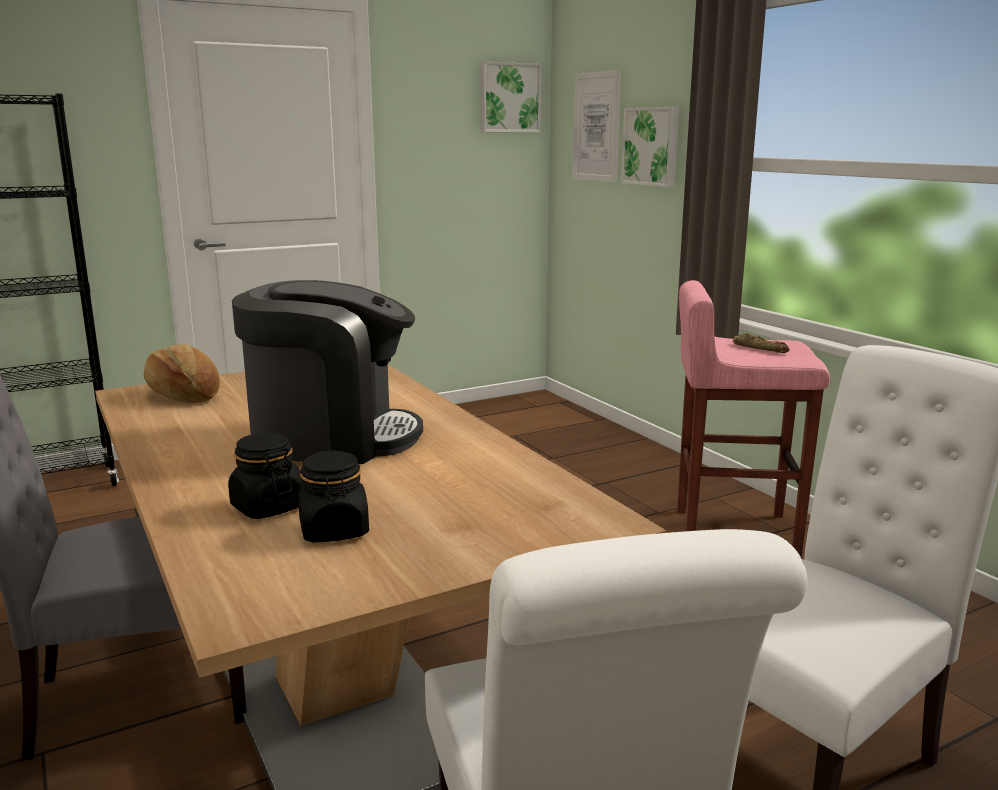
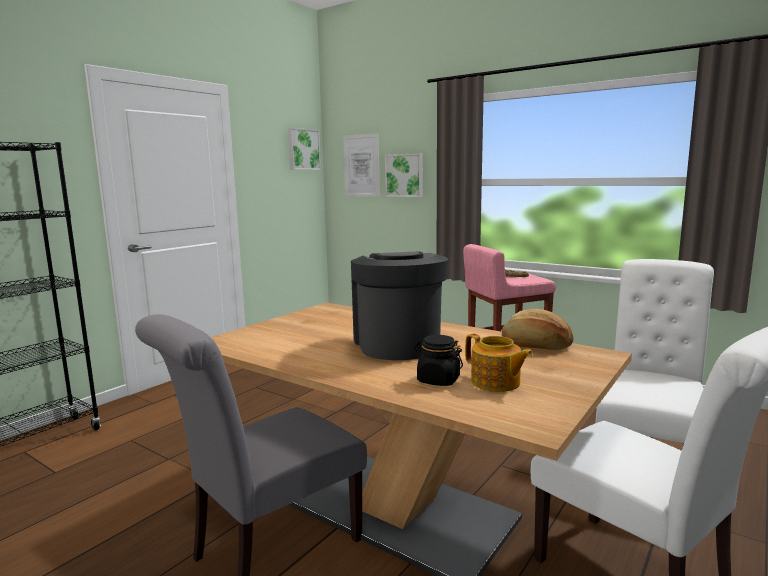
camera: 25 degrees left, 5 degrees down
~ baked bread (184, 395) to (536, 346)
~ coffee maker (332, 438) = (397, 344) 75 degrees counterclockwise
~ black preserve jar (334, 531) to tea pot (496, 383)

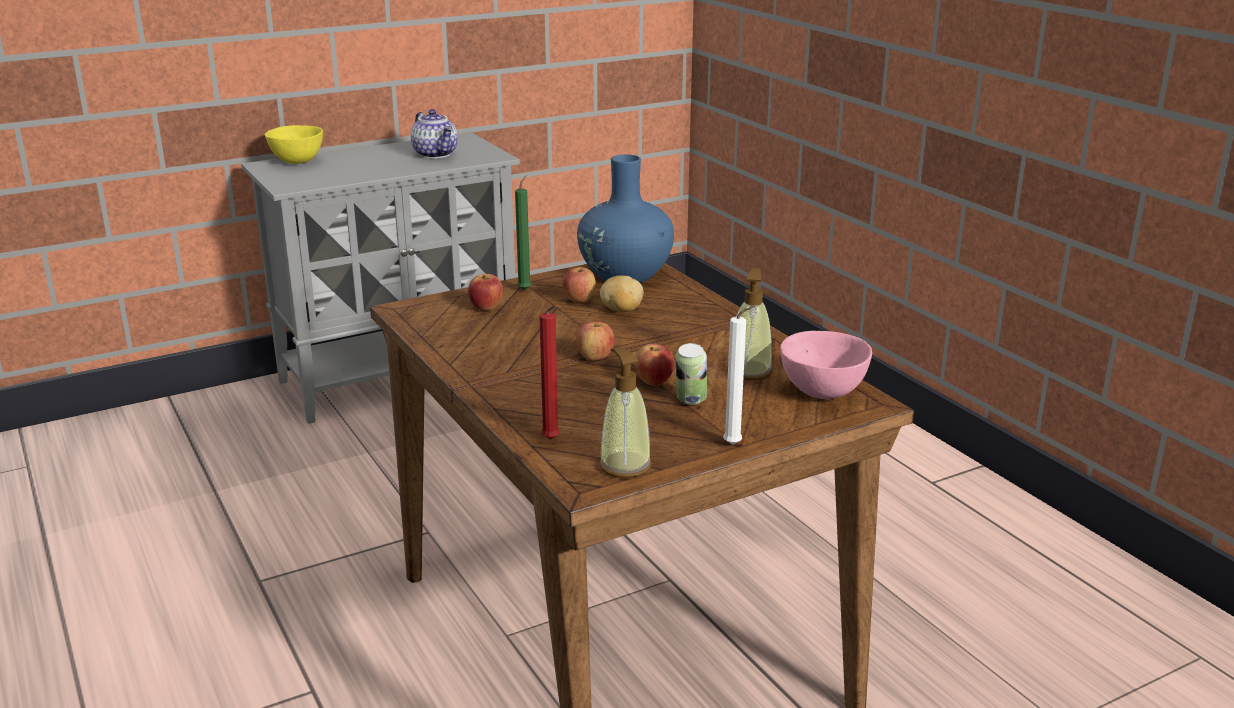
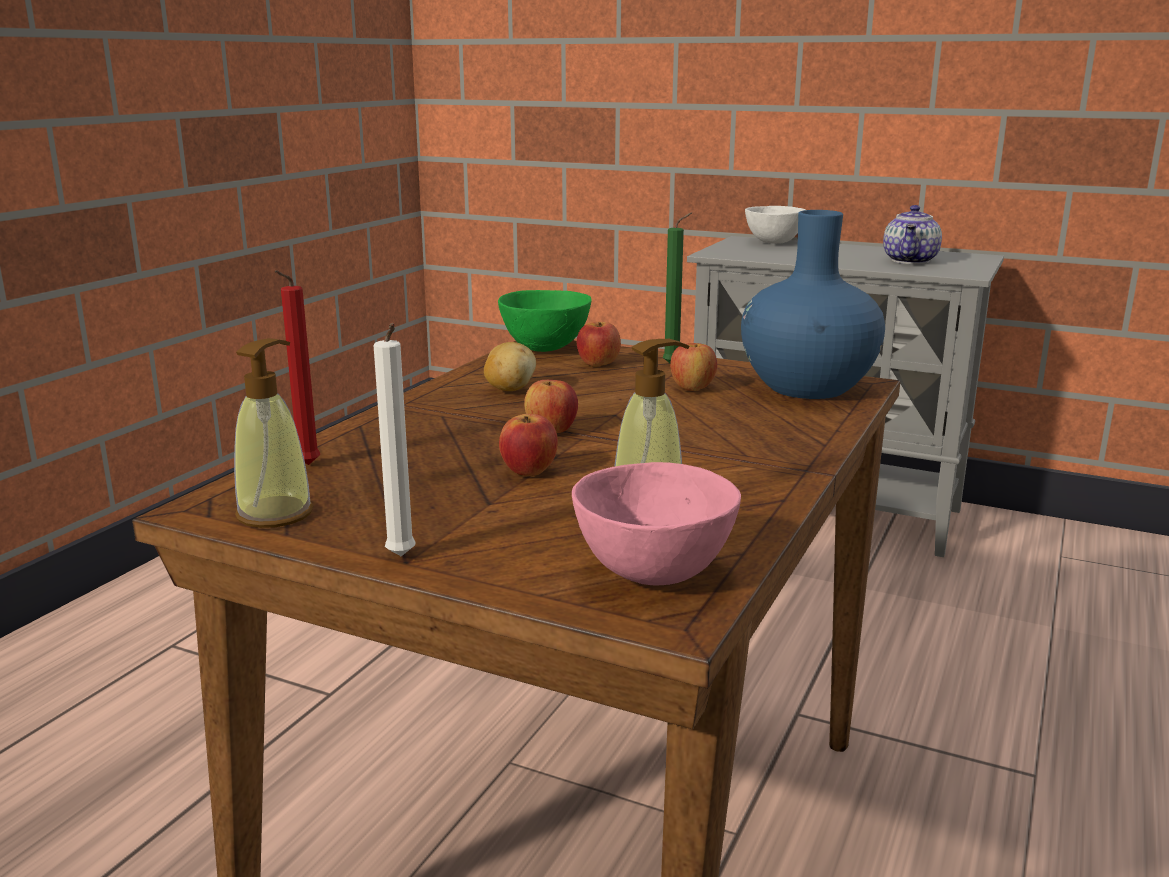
camera: 55 degrees right, 5 degrees down
~ yellowish serving bowl (296, 162) to whitish serving bowl (773, 242)
~ potato (621, 310) to (509, 389)
- metal can (690, 401)
+ greenish serving bowl (546, 348)

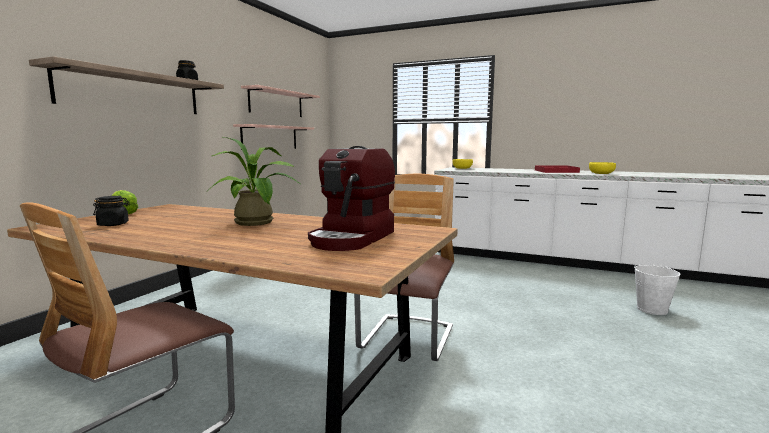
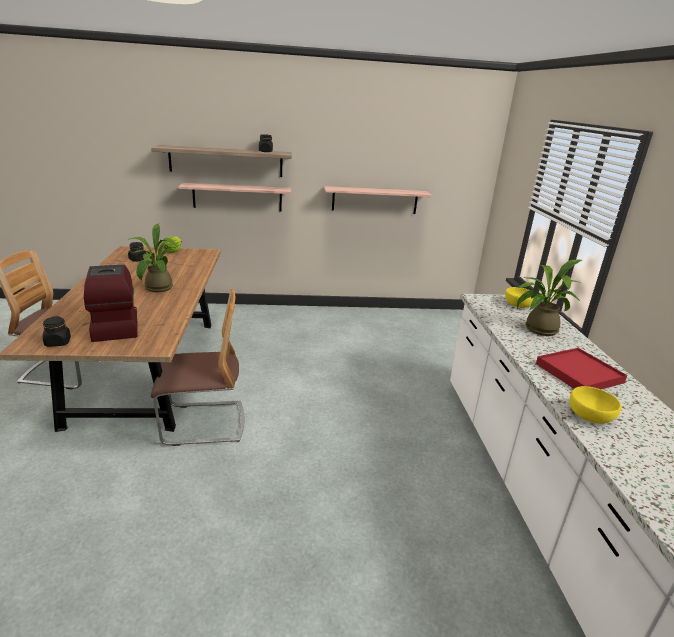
camera: 60 degrees right, 15 degrees up
~ wall shelf (276, 103) to (237, 197)
~ coffee maker (353, 238) = (114, 326) 75 degrees clockwise
- whitish water bucket (652, 309)
+ black preserve jar (58, 342)
+ potted plant (537, 329)

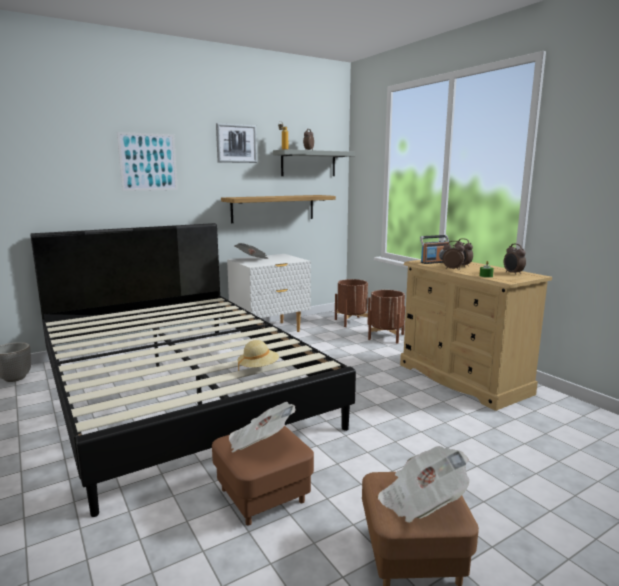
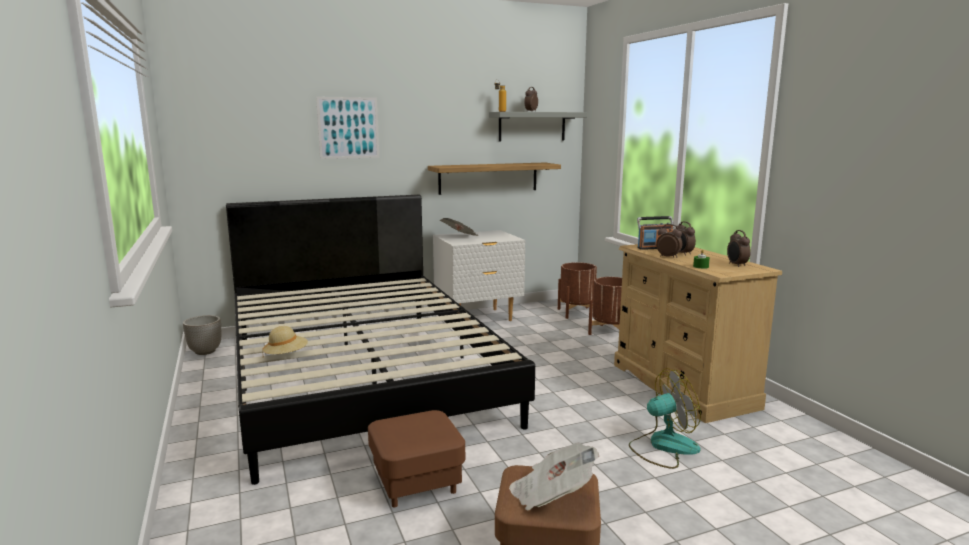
camera: 10 degrees right, 0 degrees up
- wall art (236, 143)
- newspaper (260, 442)
~ beige hat (258, 368) to (286, 355)
+ electric fan (663, 446)

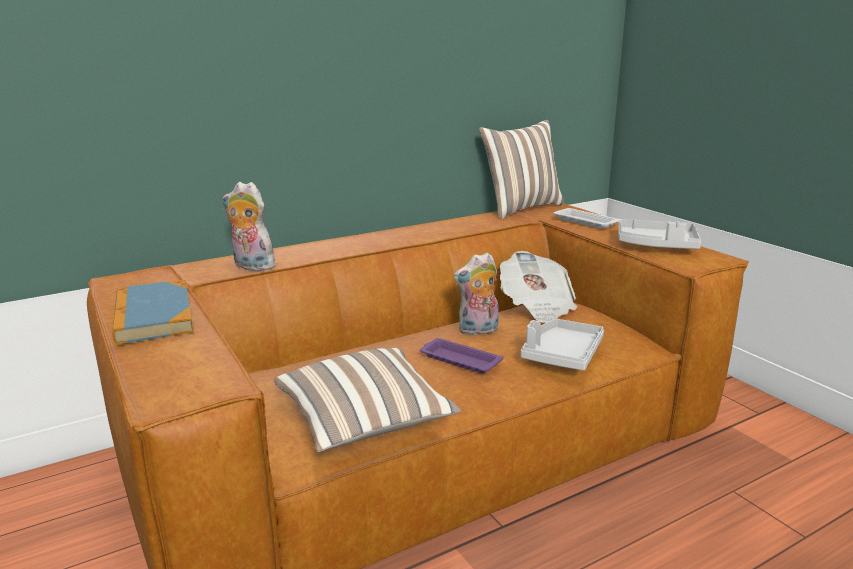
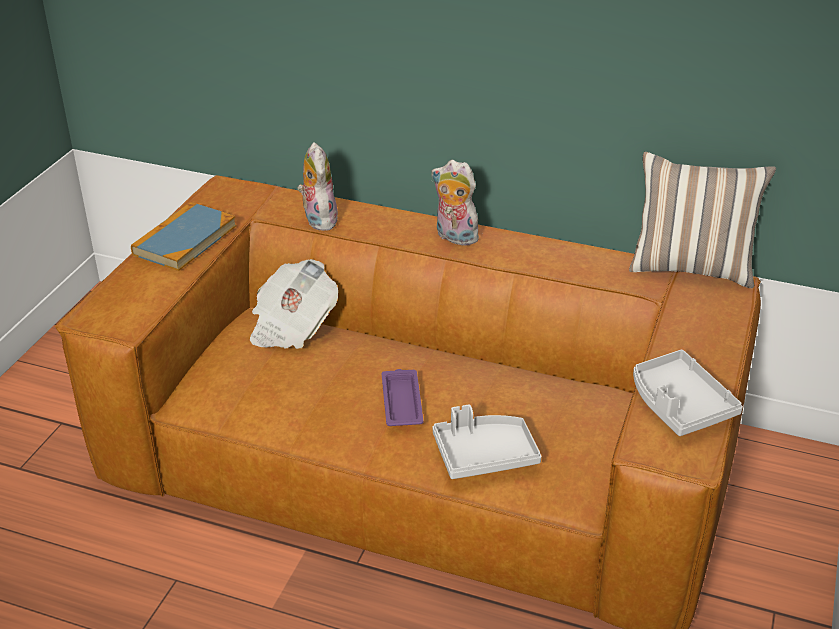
camera: 50 degrees right, 15 degrees up
- throw pillow (365, 421)
~ plush toy (478, 331) to (454, 237)
~ newspaper (536, 306) to (291, 326)
- whitish carrying tray (584, 222)

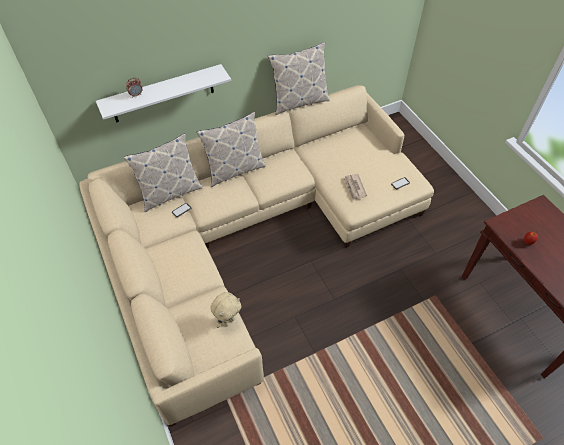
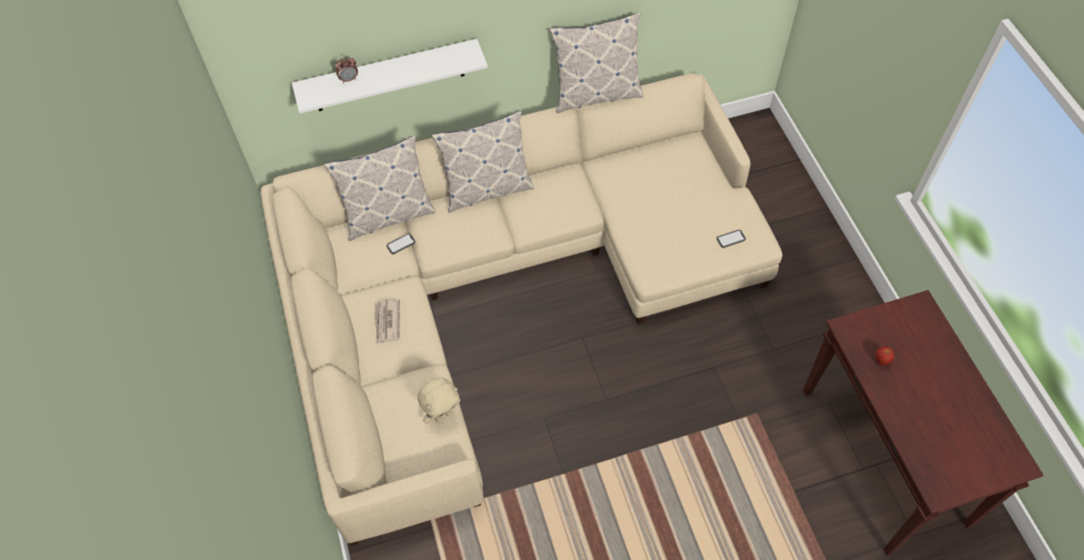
camera: 10 degrees right, 5 degrees up
~ newspaper (354, 187) to (387, 322)

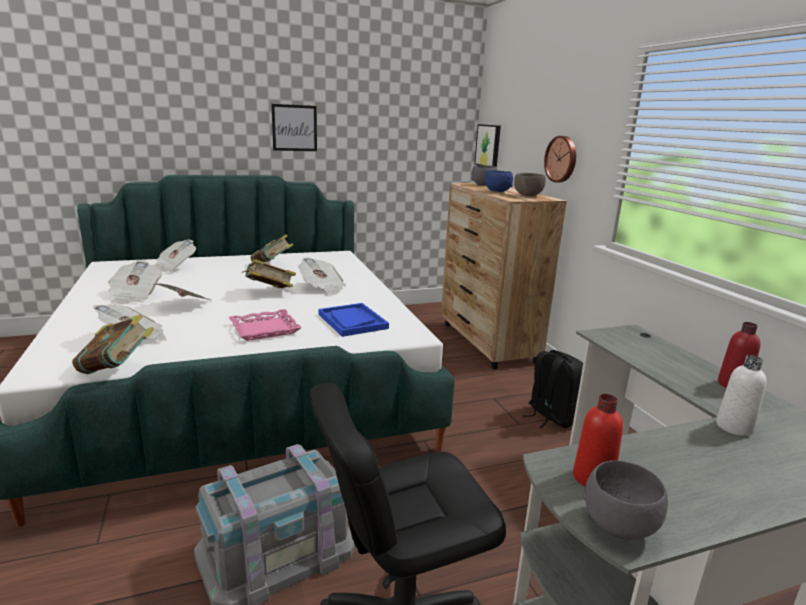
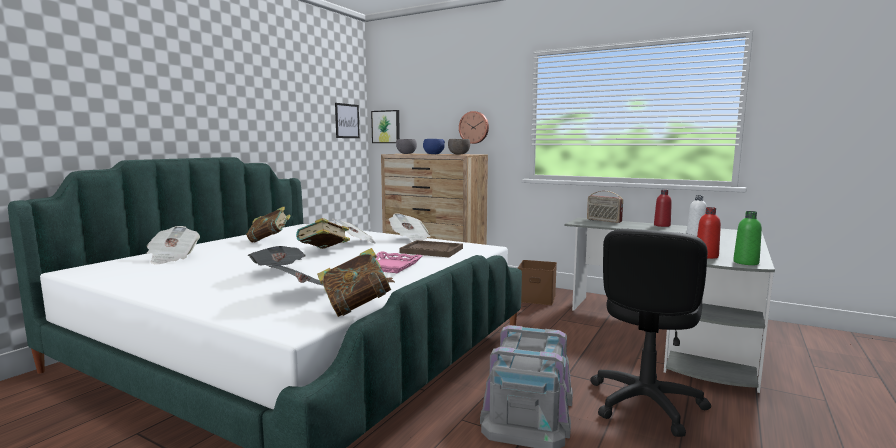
camera: 40 degrees left, 10 degrees down
~ newspaper (134, 296) to (410, 239)
~ wall art (294, 128) to (347, 121)
~ blue-coloured carrying tray (352, 321) to brownish carrying tray (431, 250)
~ black backpack (551, 417) to brownish storage bin (535, 298)
~ greyish serving bowl (619, 526) to greenish drink bottle (746, 262)
+ radio set (603, 220)

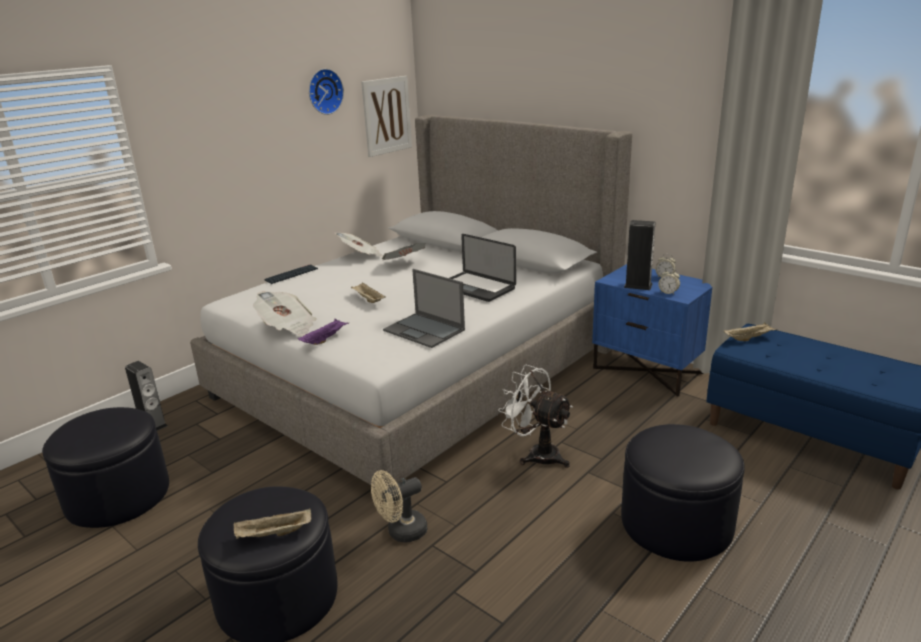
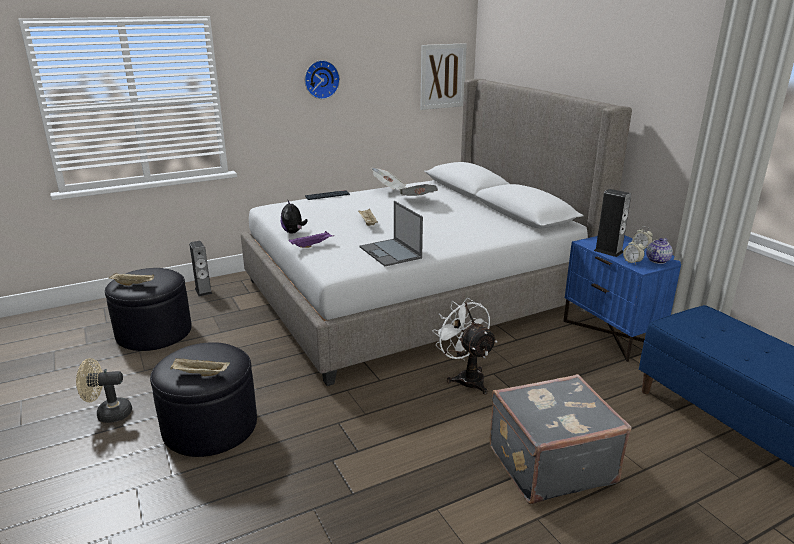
camera: 20 degrees right, 0 degrees up
~ newspaper (287, 327) to plush toy (293, 232)
~ wall clock (324, 91) to (321, 79)
~ beige electric fan (401, 532) to (108, 414)
- laptop (476, 288)
~ black ottoman (676, 523) to greyish piece of luggage (549, 463)
~ beige carrying tray (749, 338) to (134, 284)
+ tea pot (658, 261)

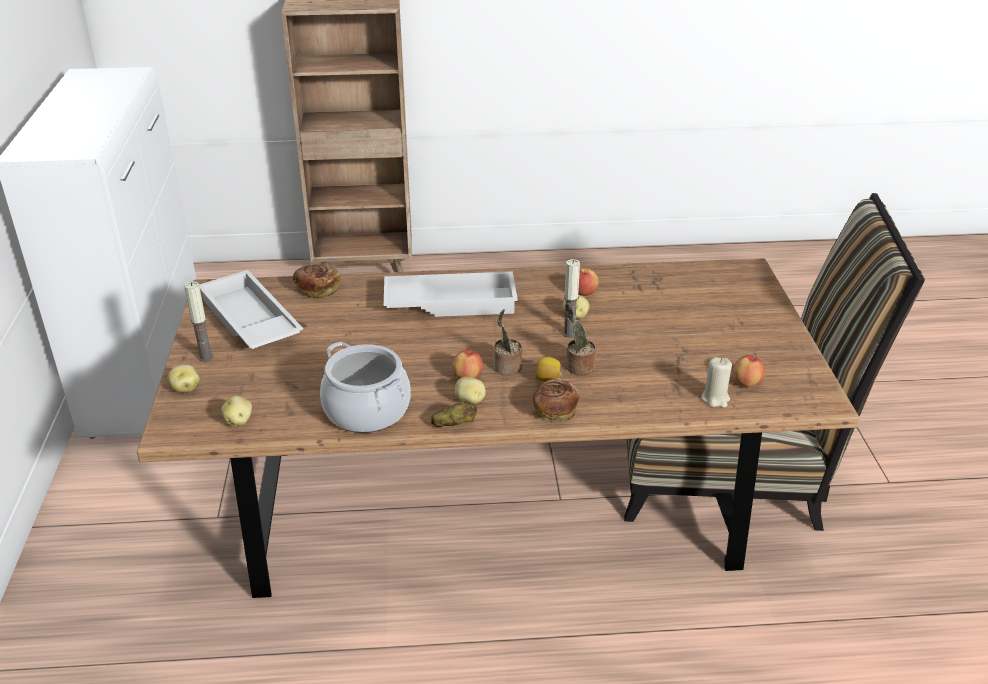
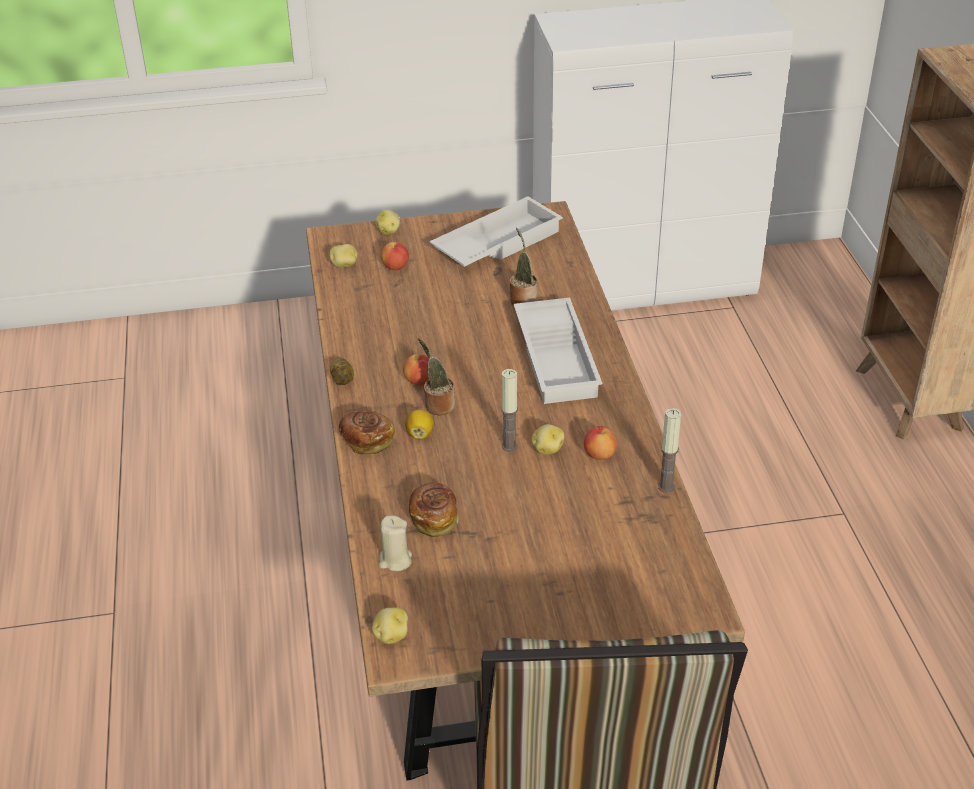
camera: 85 degrees right, 5 degrees up
~ candle (206, 357) to (666, 487)
~ baked bread (317, 289) to (434, 519)
- saucepot (367, 410)
~ potato (470, 401) to (391, 635)
~ potted plant (578, 367) to (522, 298)
~ apple (746, 382) to (395, 267)

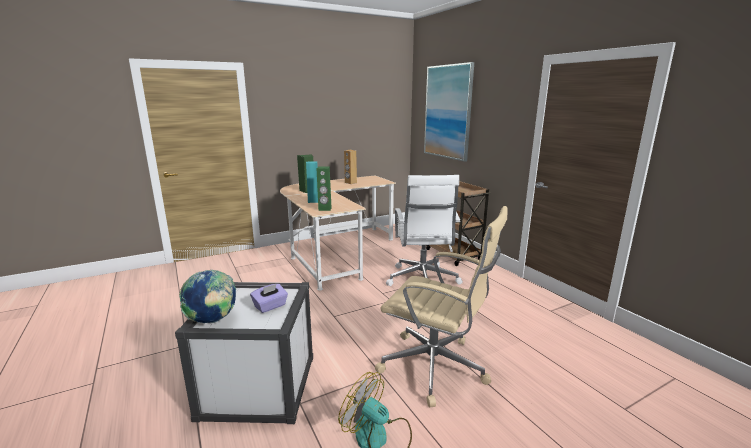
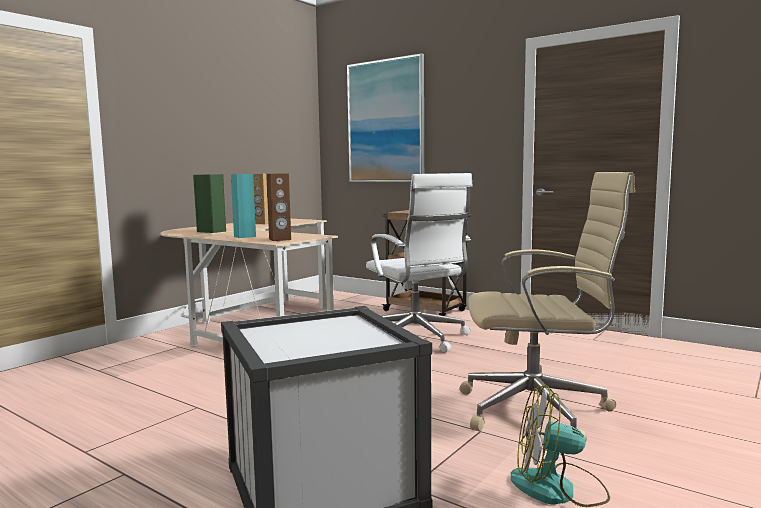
camera: 25 degrees left, 10 degrees down
- globe (213, 320)
- purplish tissue box (270, 306)
~ greenish speaker (325, 209) to brownish speaker (280, 239)

